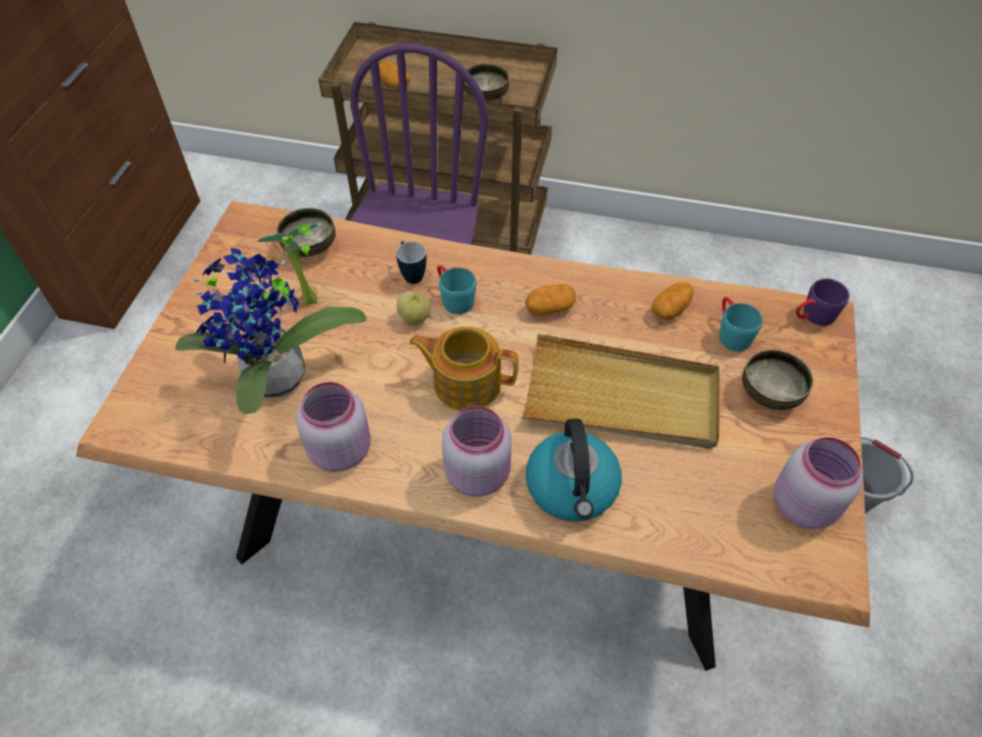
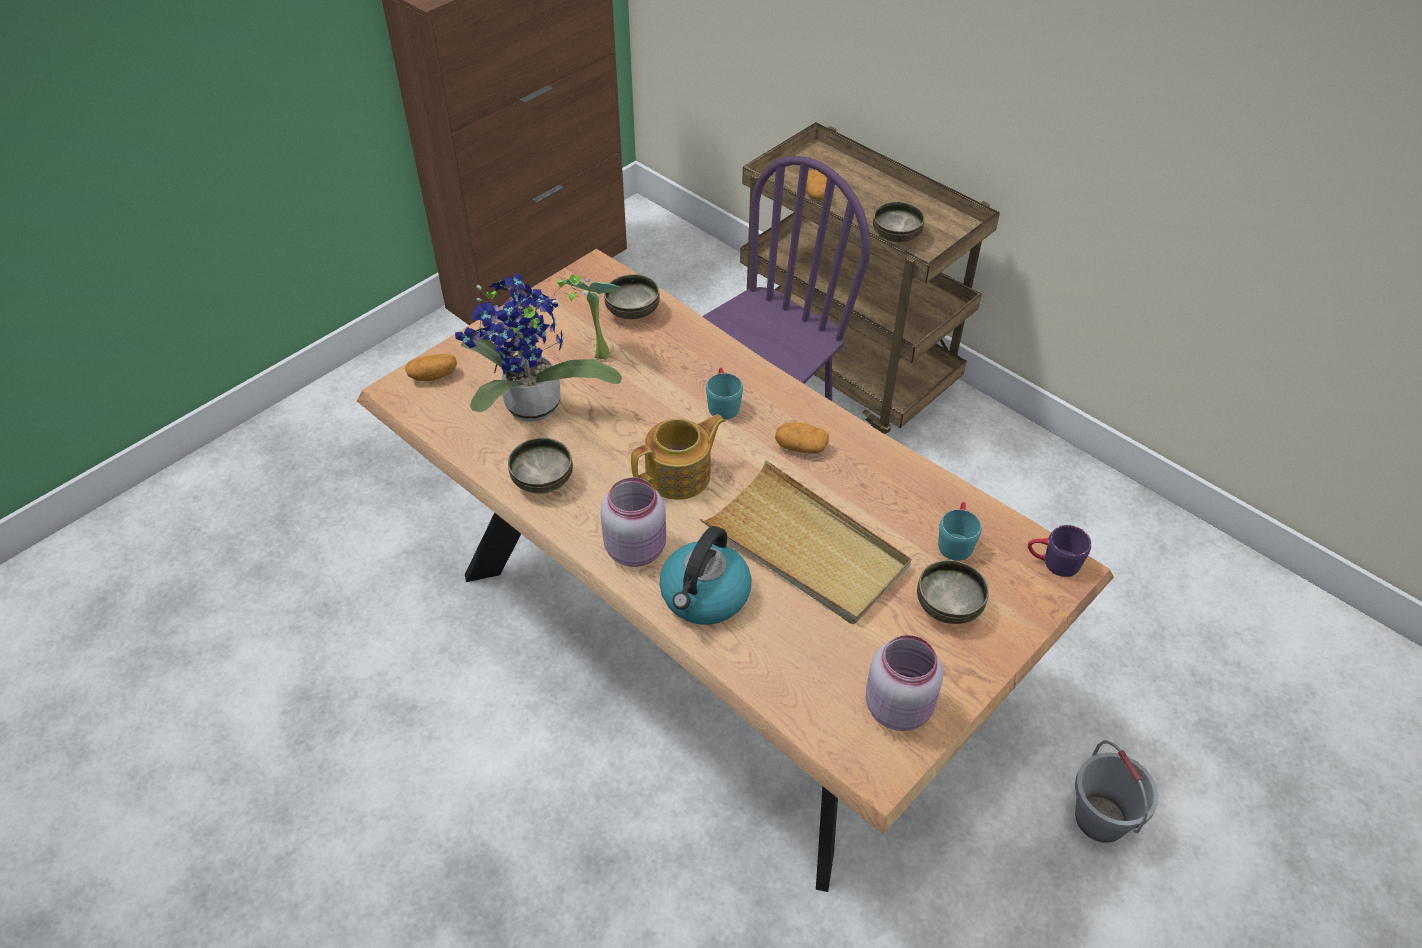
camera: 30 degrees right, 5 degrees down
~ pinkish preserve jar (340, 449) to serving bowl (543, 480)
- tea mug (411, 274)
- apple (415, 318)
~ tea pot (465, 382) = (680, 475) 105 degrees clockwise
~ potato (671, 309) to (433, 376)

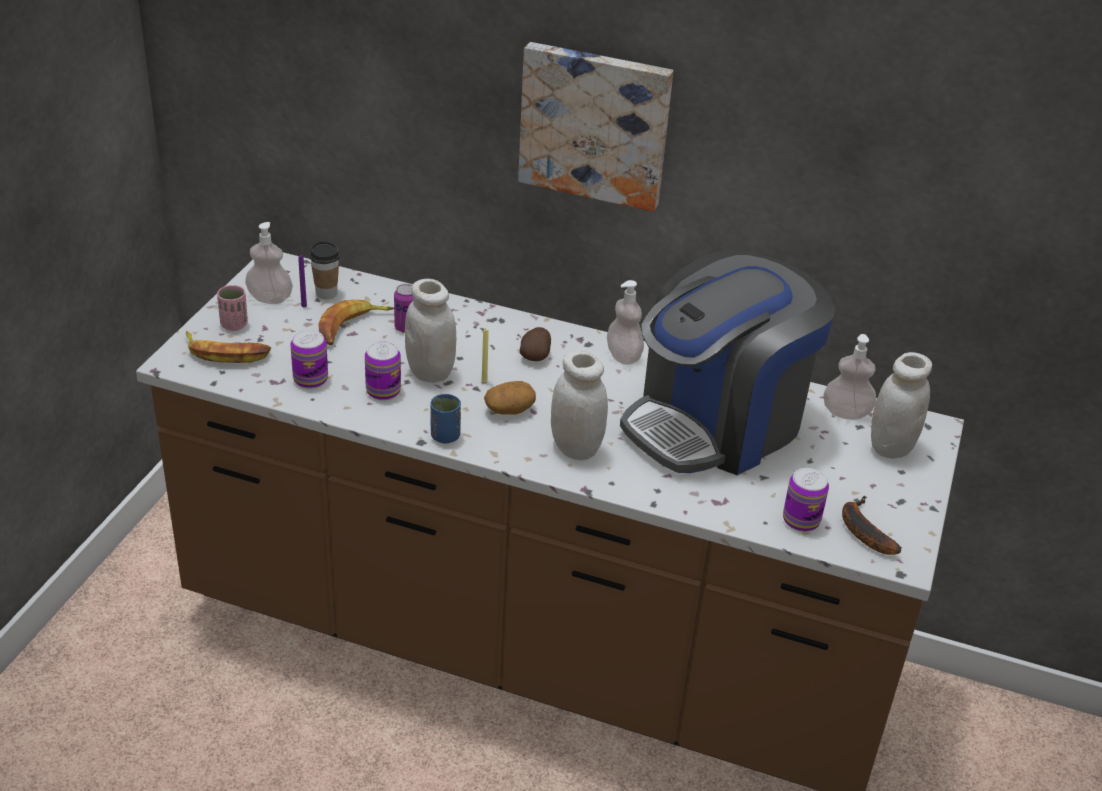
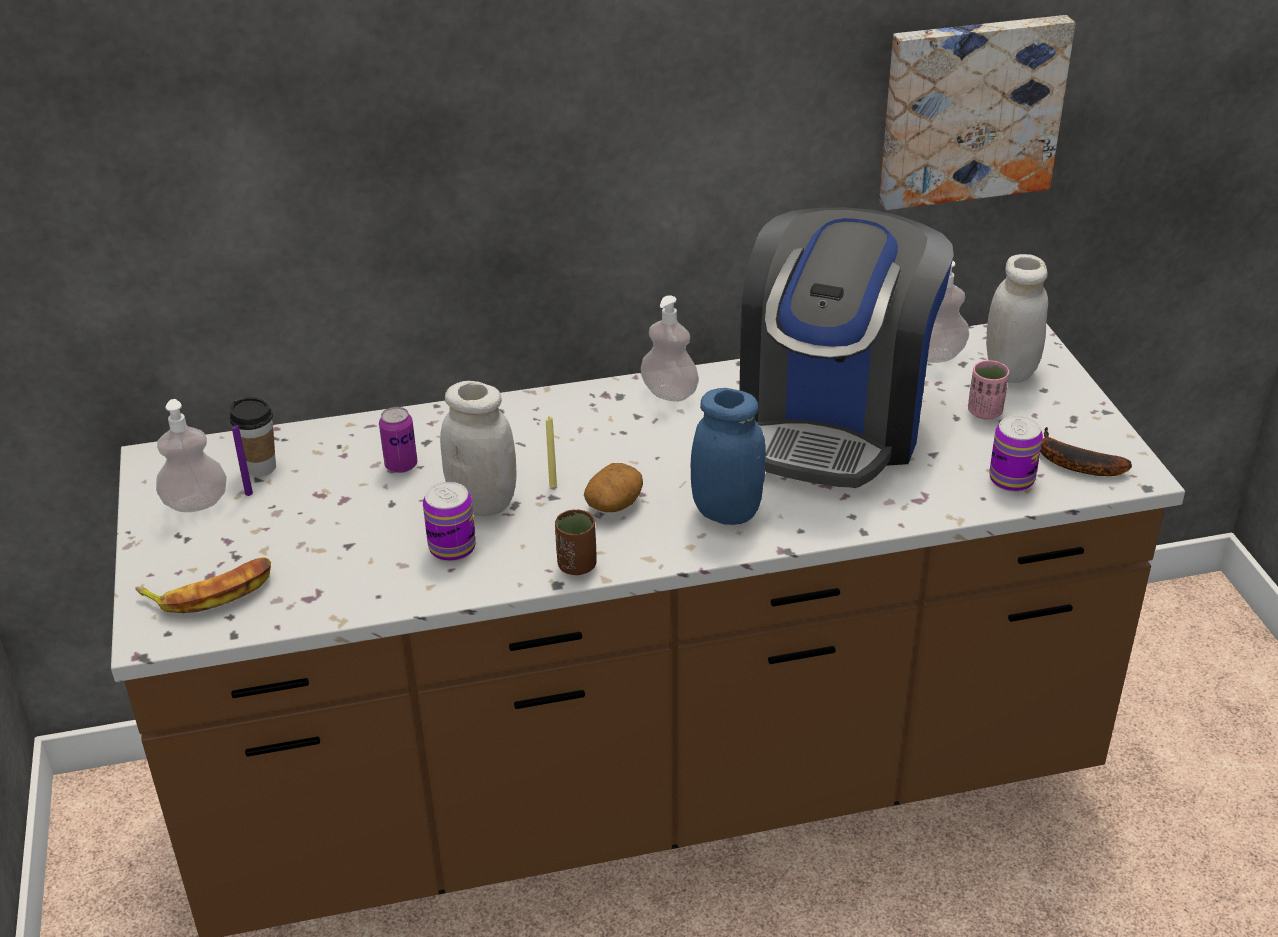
camera: 30 degrees left, 0 degrees up
~ pinkish cup (234, 325) to (985, 412)
- metal can (310, 379)
- whole banana (351, 327)
~ blue-coloured cup (445, 436) to brownish cup (577, 565)
~ wall art (595, 124) to (970, 109)
- potato (536, 355)
~ whitish preserve jar (576, 448) to blue-coloured preserve jar (726, 512)

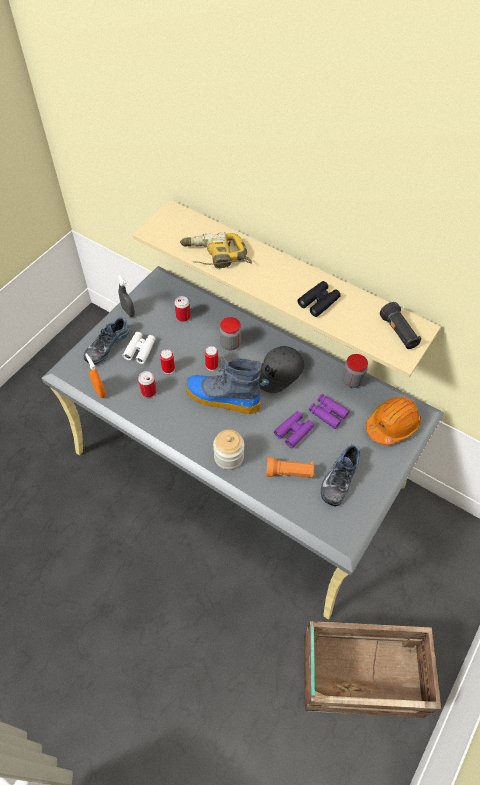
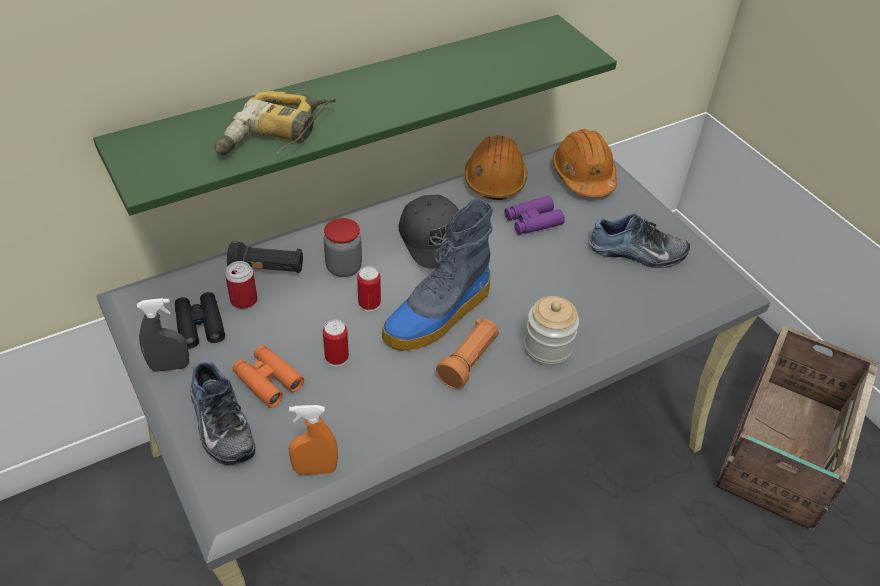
camera: 65 degrees left, 10 degrees down
~ whitish binoculars (140, 350) to orangey binoculars (268, 380)
~ beige wall shelf (293, 277) to greenish wall shelf (351, 106)
- metal can (148, 391)
~ orangey hand torch (289, 473) to (469, 361)
- purplish binoculars (294, 431)
~ black binoculars (318, 302) to (200, 325)
~ low shoe (338, 478) = (637, 253) 45 degrees counterclockwise
~ preserve jar (352, 380) to orangey safety helmet (495, 179)
~ black hand torch (398, 333) to (267, 269)

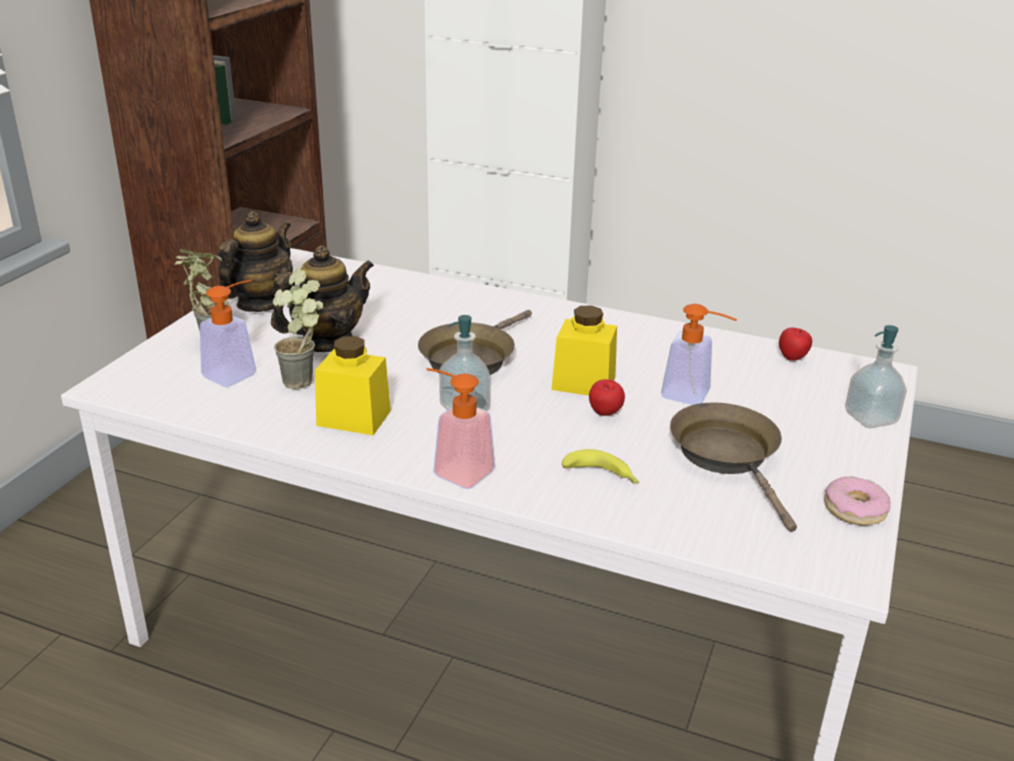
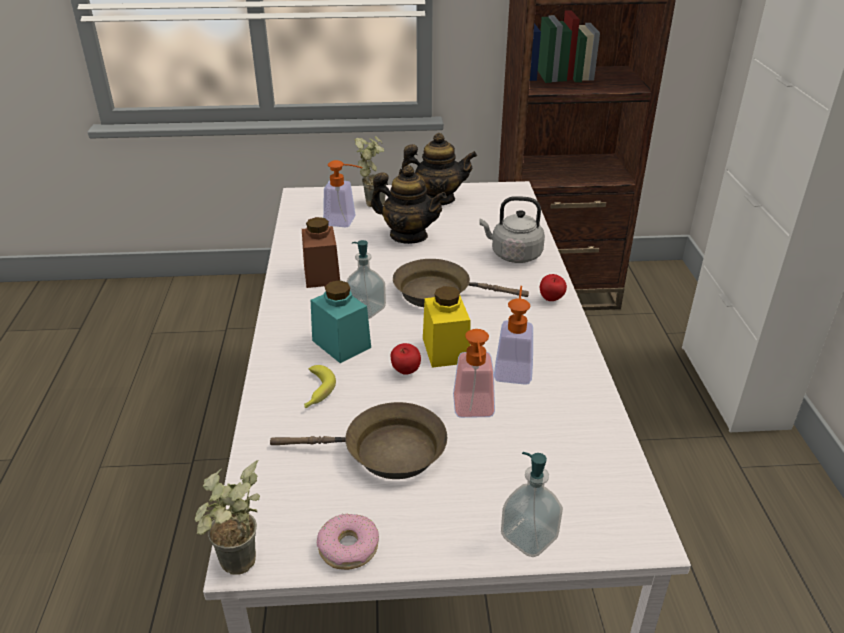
camera: 65 degrees right, 5 degrees up
~ potted plant (306, 383) to (239, 570)
~ yellowish preserve jar (354, 418) to brownish preserve jar (322, 275)
~ liquid soap bottle (455, 469) to (513, 368)
~ brownish frying pan (728, 457) = (386, 452) 45 degrees clockwise
~ apple (792, 358) to (551, 300)
+ turquoise preserve jar (341, 344)
+ greyish tea kettle (513, 255)

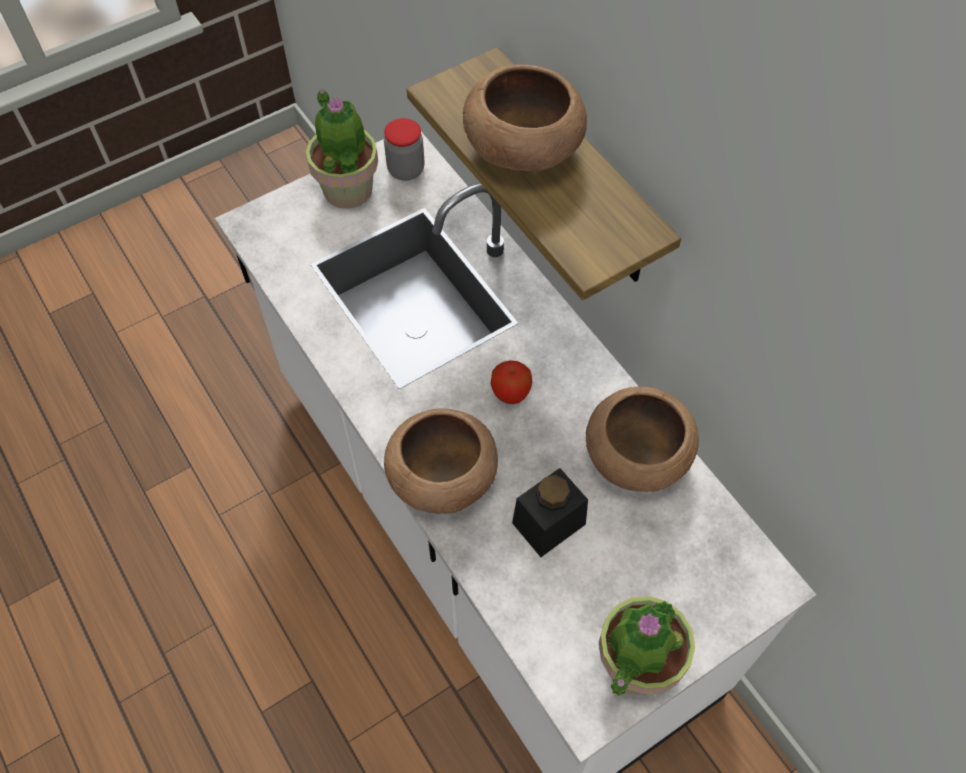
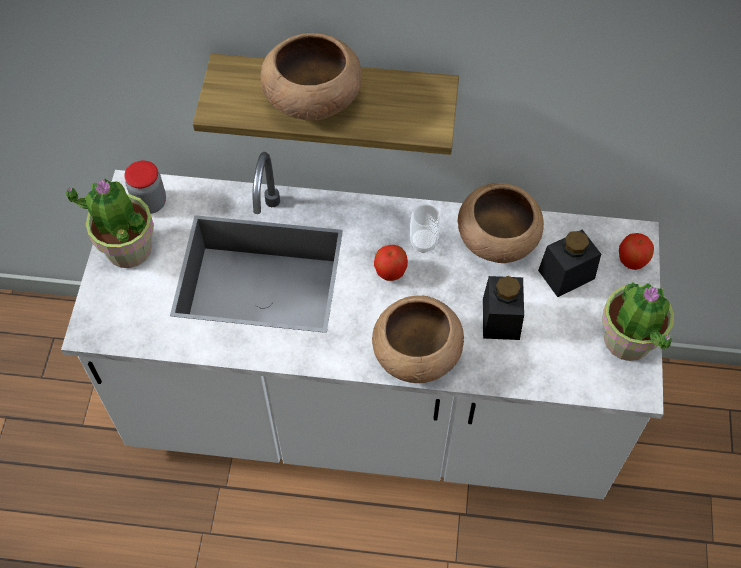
camera: 50 degrees left, 0 degrees up
+ cup (423, 242)
+ black preserve jar (566, 274)
+ apple (632, 260)

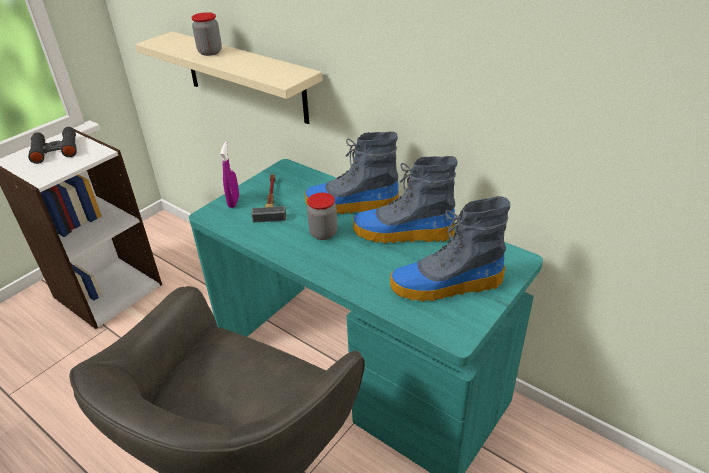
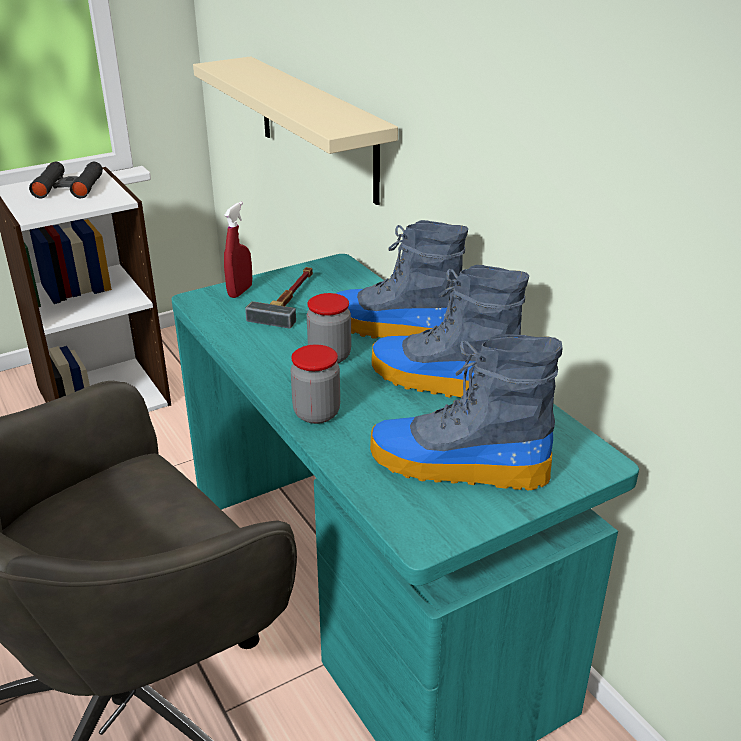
camera: 20 degrees right, 5 degrees down
~ preserve jar (210, 52) to (316, 413)
~ purplish hand sprayer (233, 202) to reddish hand sprayer (240, 291)

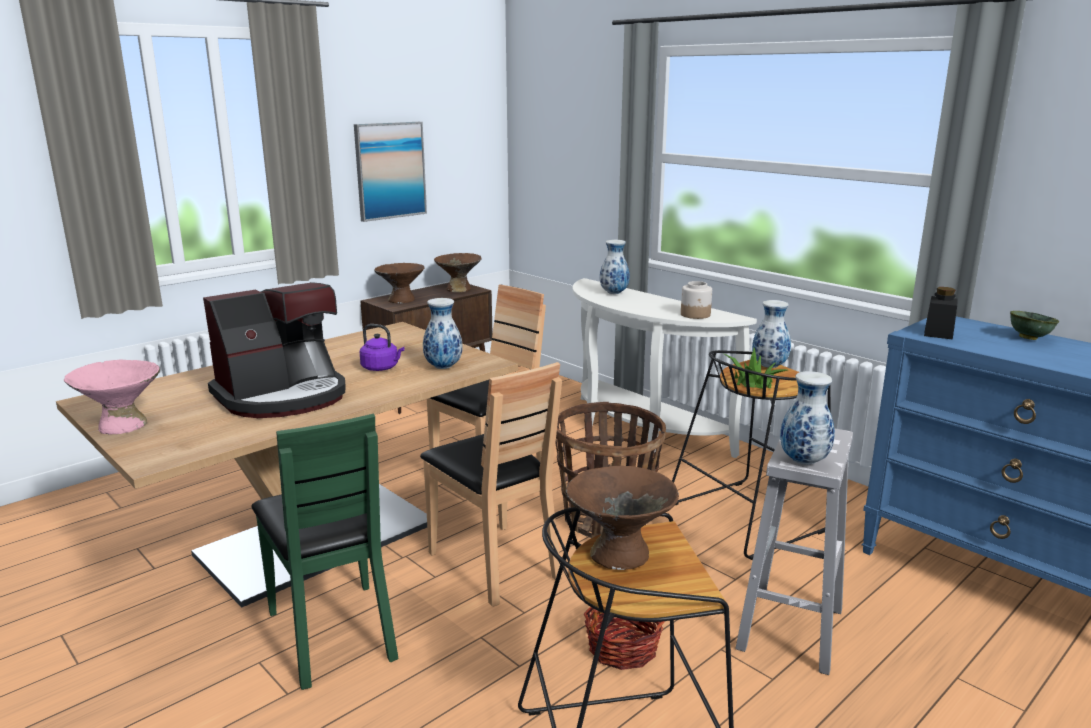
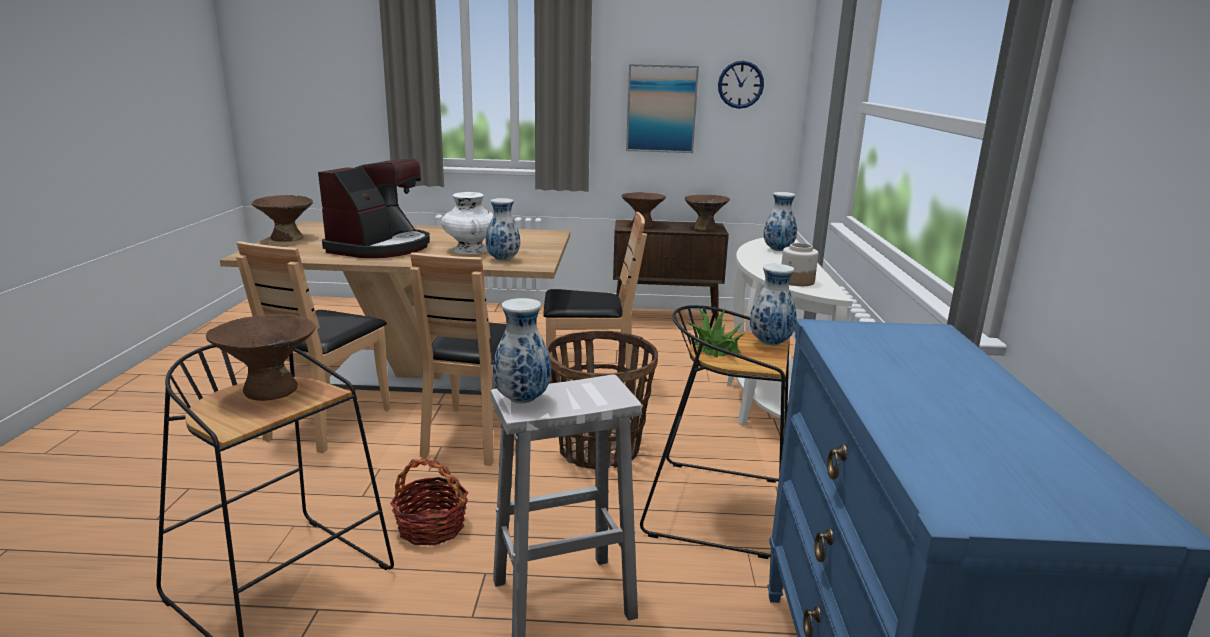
camera: 45 degrees right, 0 degrees up
~ pinkish serving bowl (122, 425) to brownish serving bowl (287, 238)
~ coffee maker (283, 396) = (380, 247) 75 degrees counterclockwise
~ greenish upright chair (334, 633) to brownish upright chair (328, 423)
~ purplish tea kettle (381, 368) to whitish flower vase (470, 250)
- black preserve jar (938, 333)
- greenish serving bowl (1028, 338)
+ wall clock (740, 84)

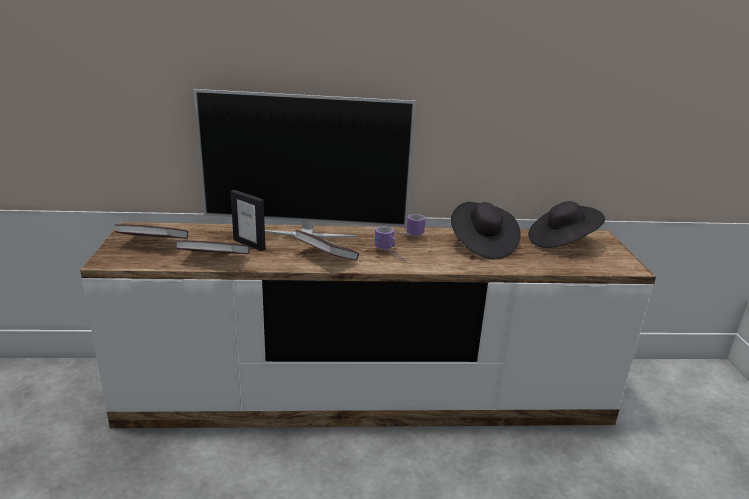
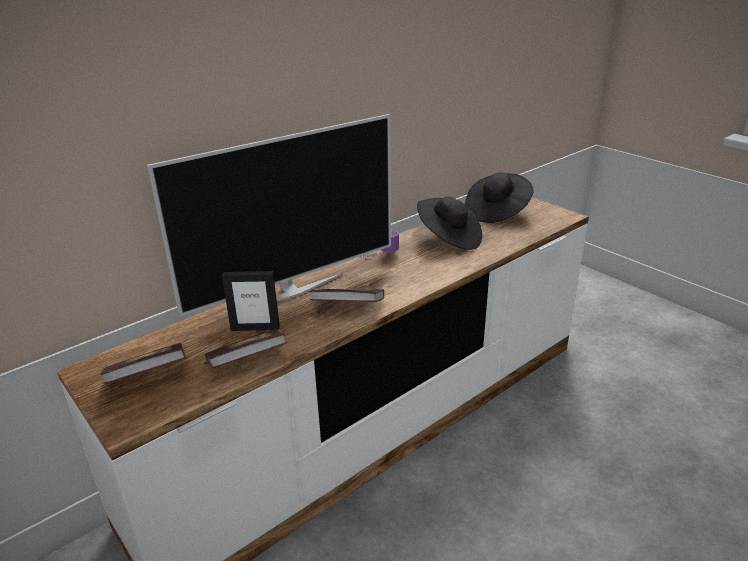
camera: 35 degrees left, 5 degrees up
- tea mug (391, 255)

